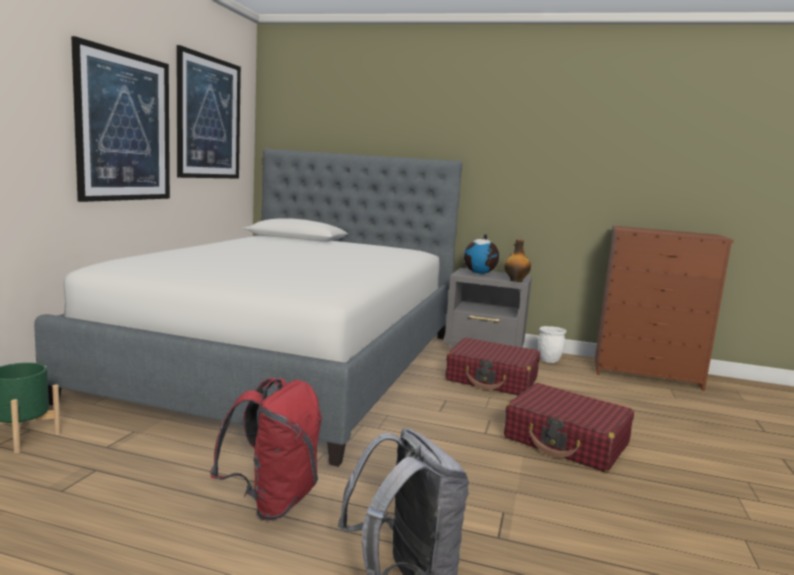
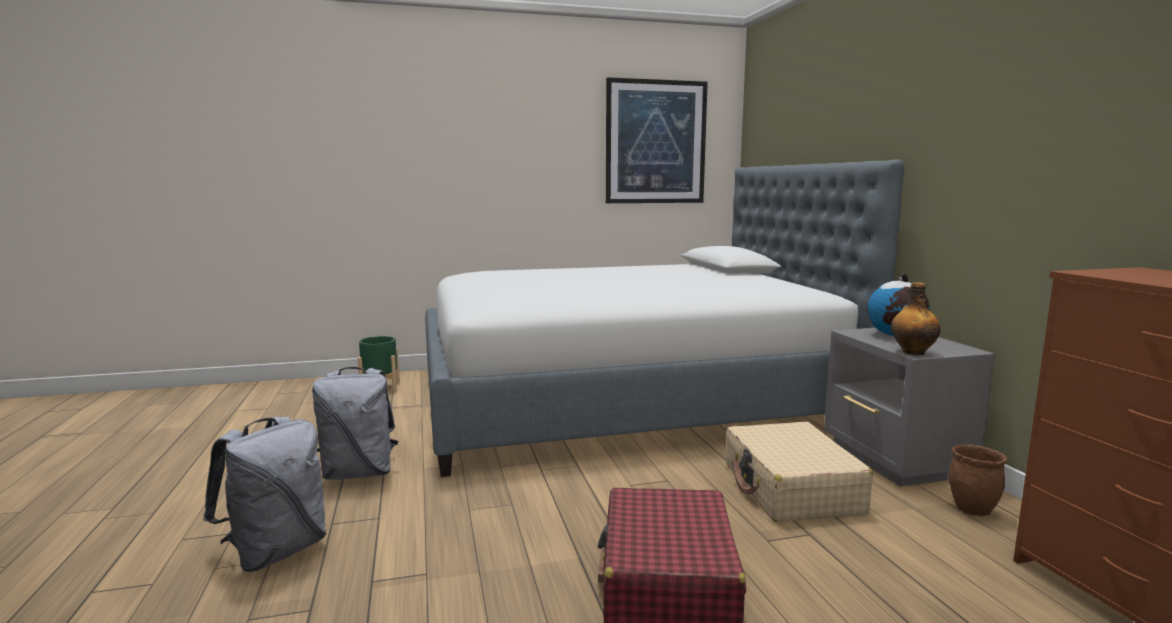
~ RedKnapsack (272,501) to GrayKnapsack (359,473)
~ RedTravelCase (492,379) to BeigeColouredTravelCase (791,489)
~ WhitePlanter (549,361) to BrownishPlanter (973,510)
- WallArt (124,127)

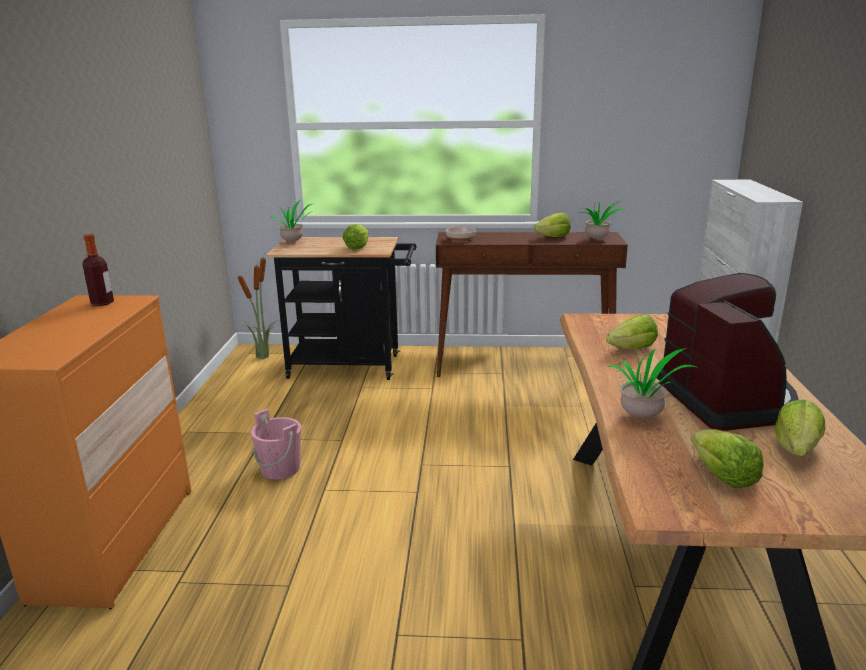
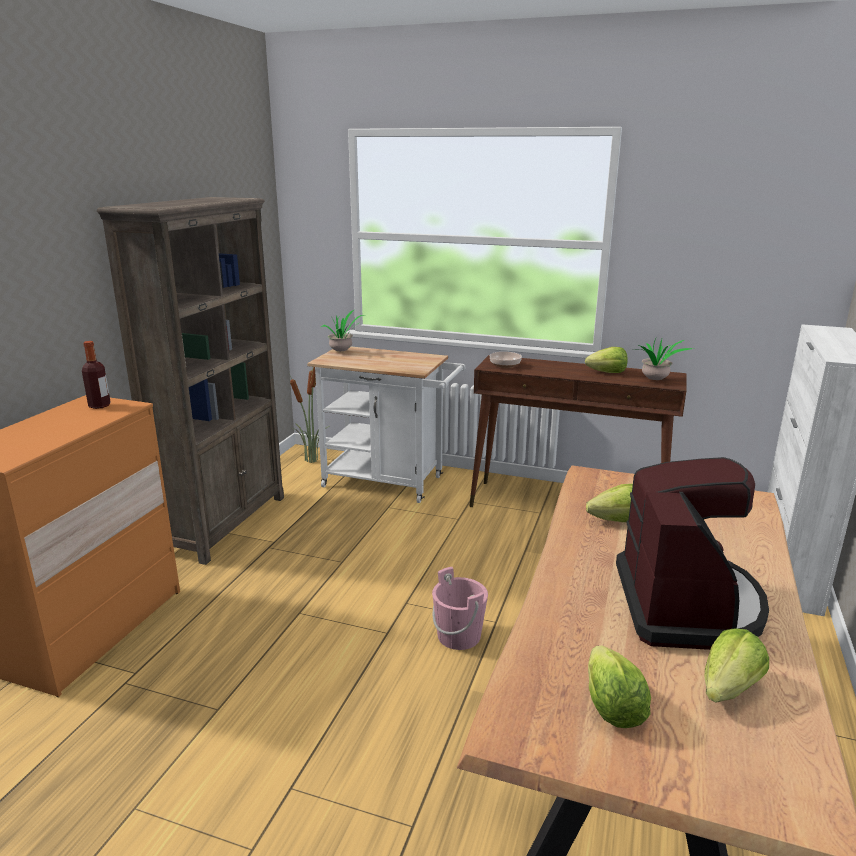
+ BrownishShelvingUnit (225,523)
~ BlackishTrolley (352,366) to WhiteTrolley (390,482)
~ PinkPail (280,469) to (459,636)
- Lettuce (357,247)
- PlantInAPot (644,417)

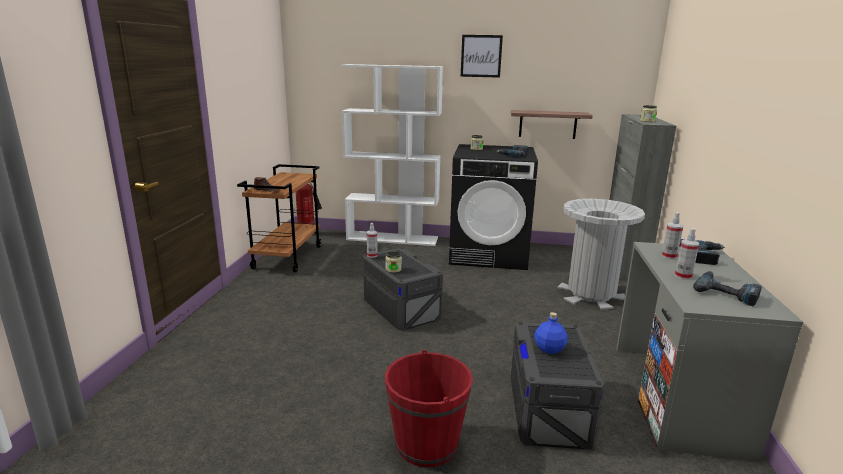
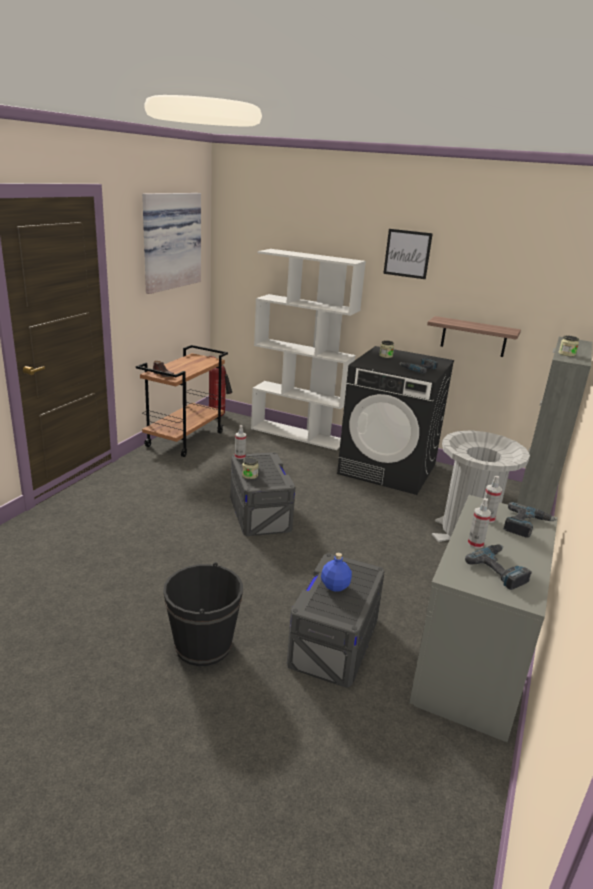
+ WallArt (169,241)
~ RedPail (426,444) to BlackishPail (203,646)

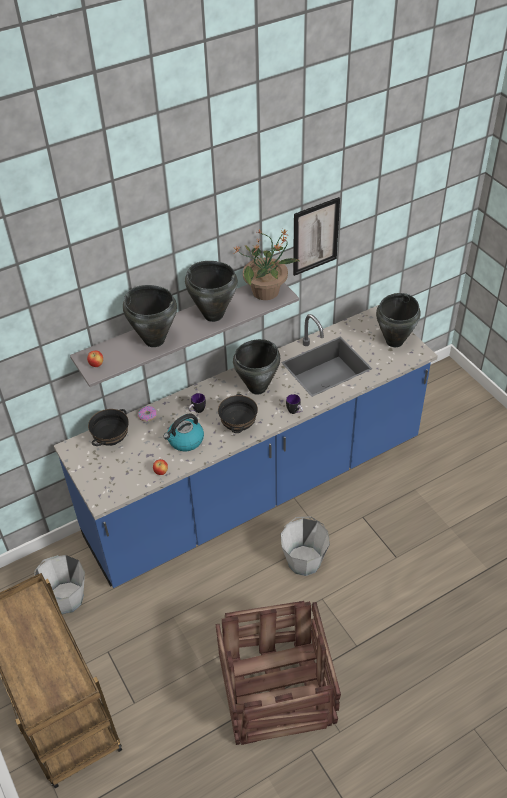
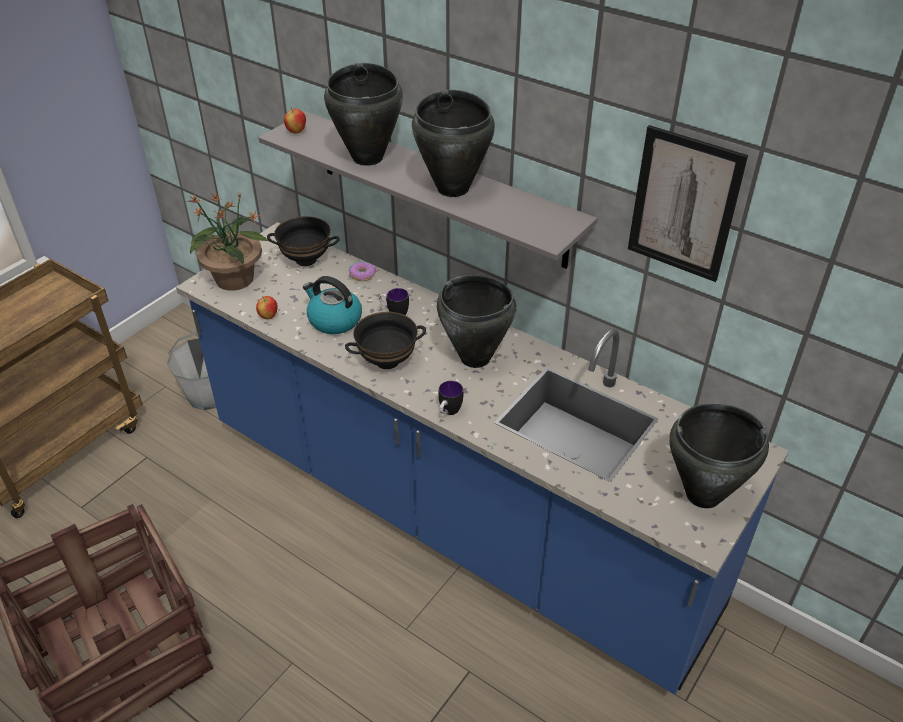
~ PlantInAPot (266,291) to (235,280)
- GrayPail (304,561)

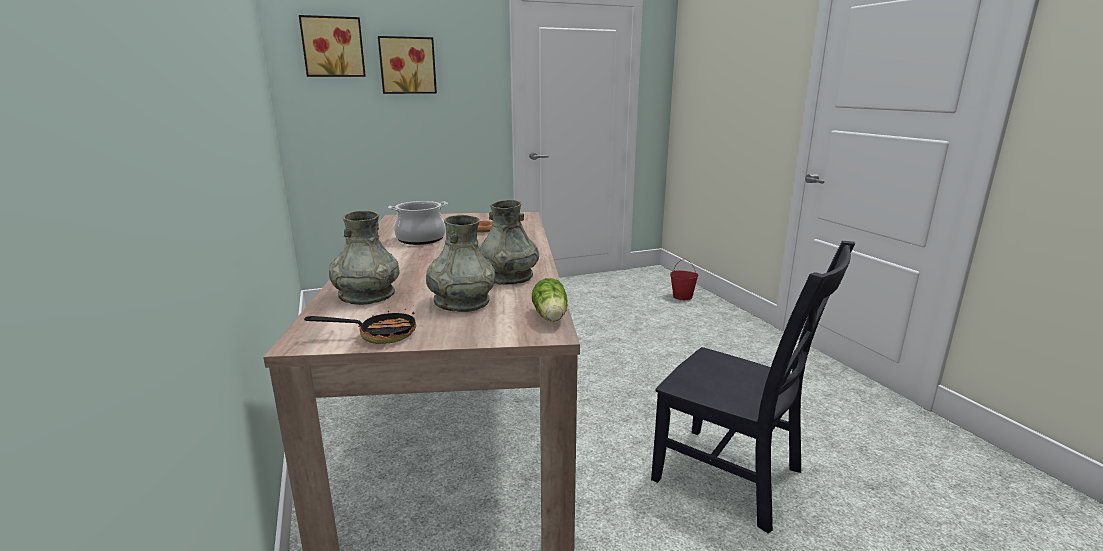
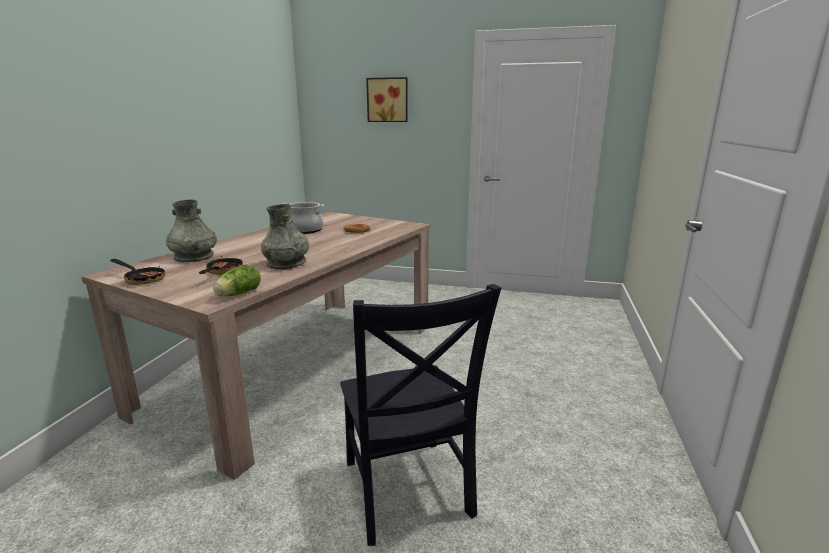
~ GrayDecorativeVase (461,301) to Skillet (222,272)
- WallArt (333,47)
- RedPail (682,296)

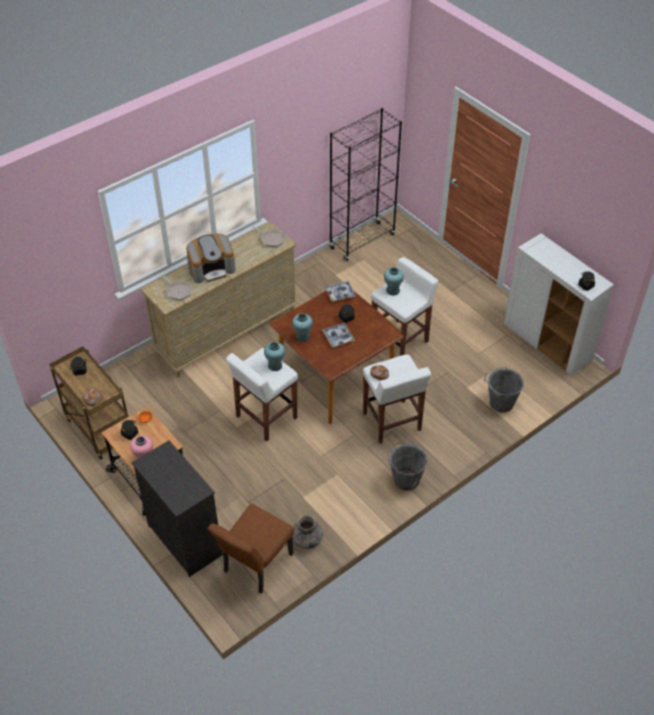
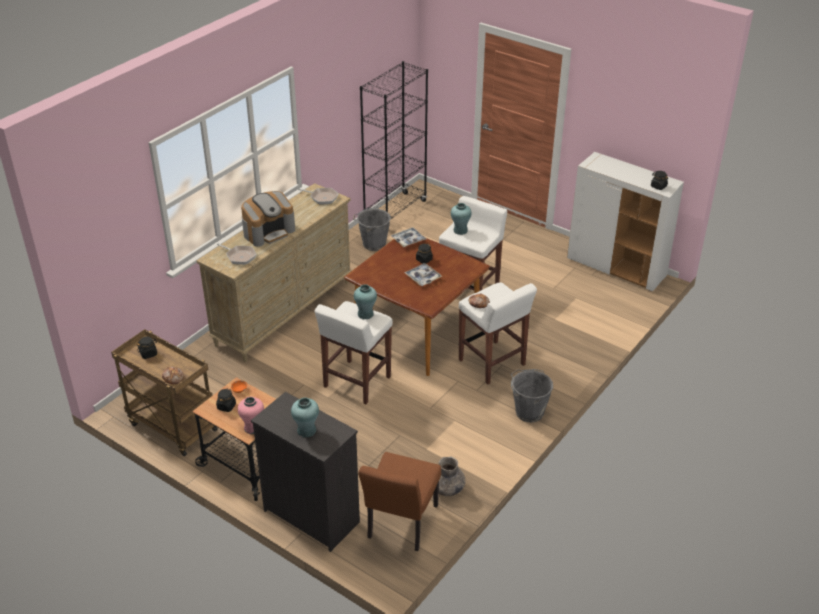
~ BlueGreenDecorativeVase (303,337) to (306,431)
~ GrayPail (500,403) to (373,244)

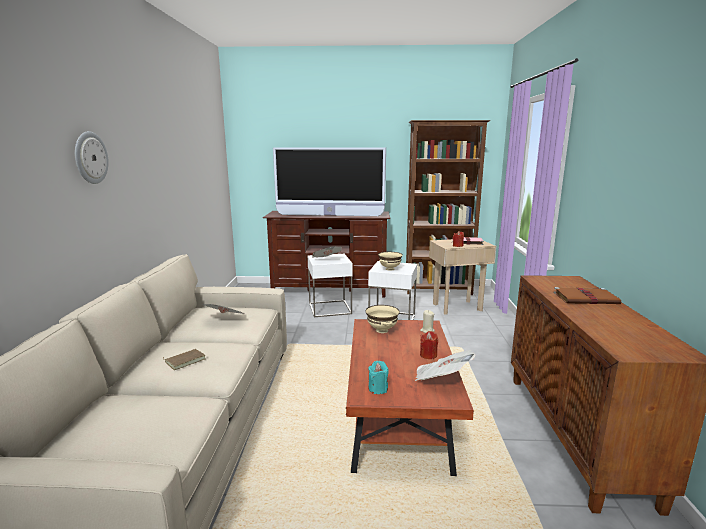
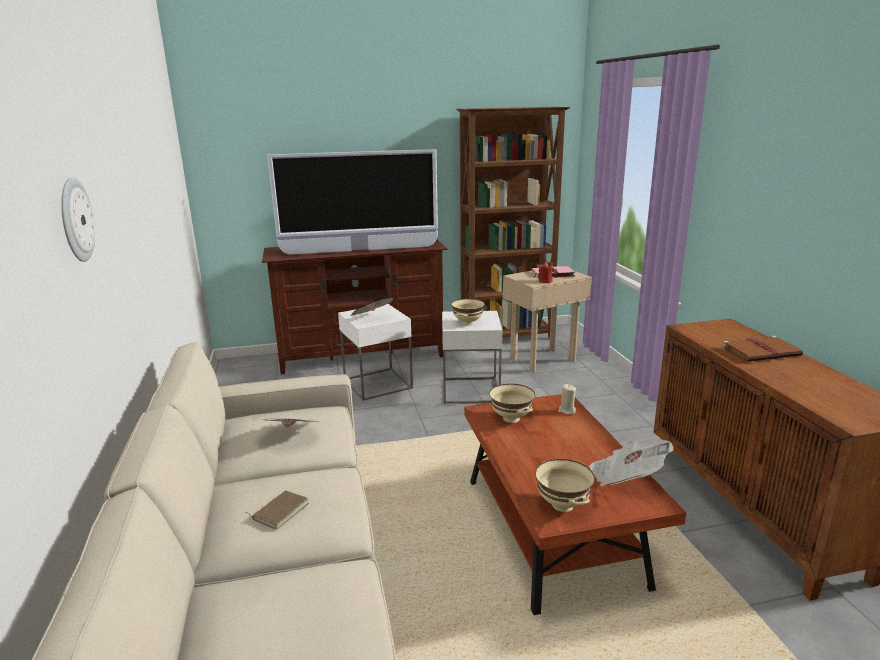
~ BlueGreenWaxLight (378,389) to BeigeColouredDeepDish (562,505)
- RedWaxLight (428,355)

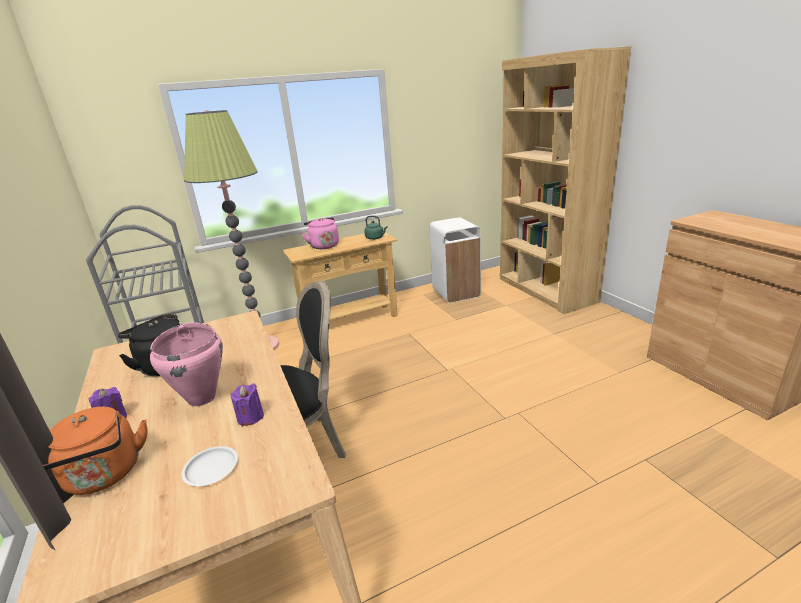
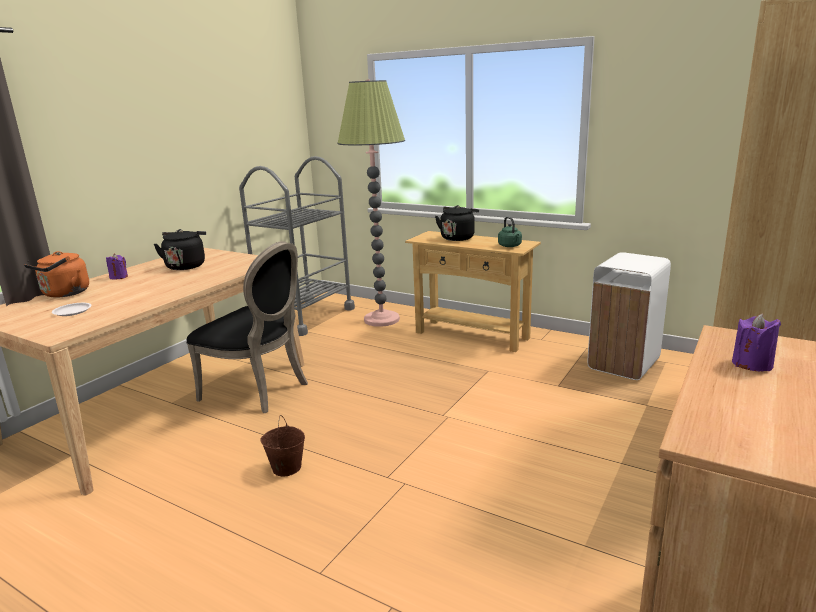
+ BrownishPail (286,468)
~ PinkWaterKettle (323,245) to BlackishWaterKettle (458,237)
~ PurpleColouredWaxLight (250,417) to (752,364)
- PinkStockpot (202,398)

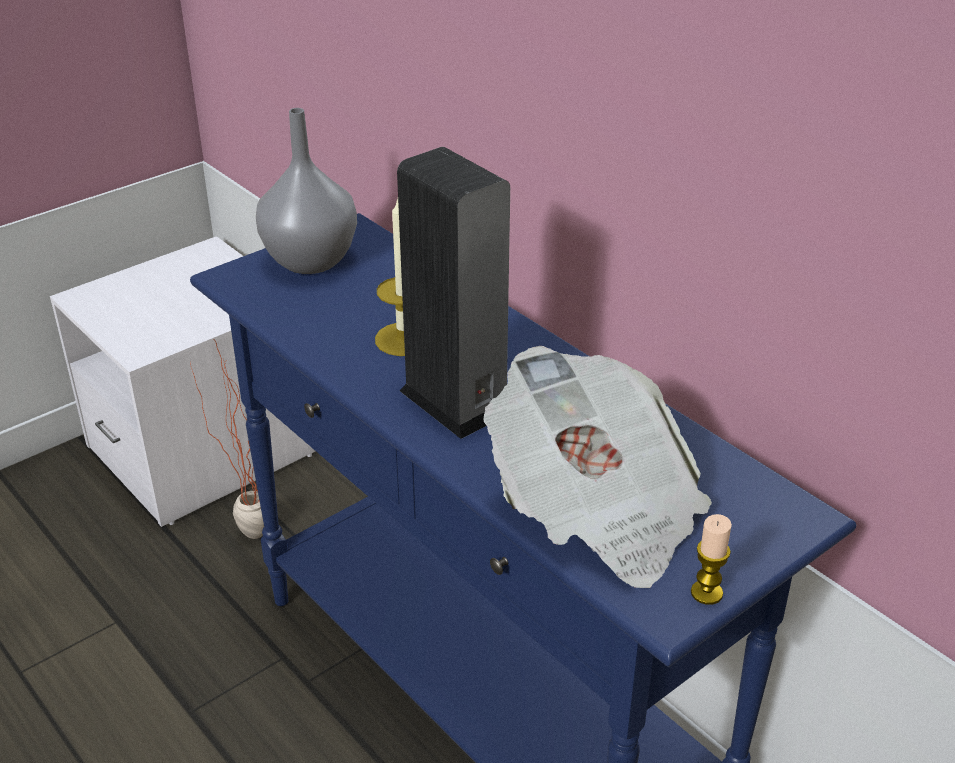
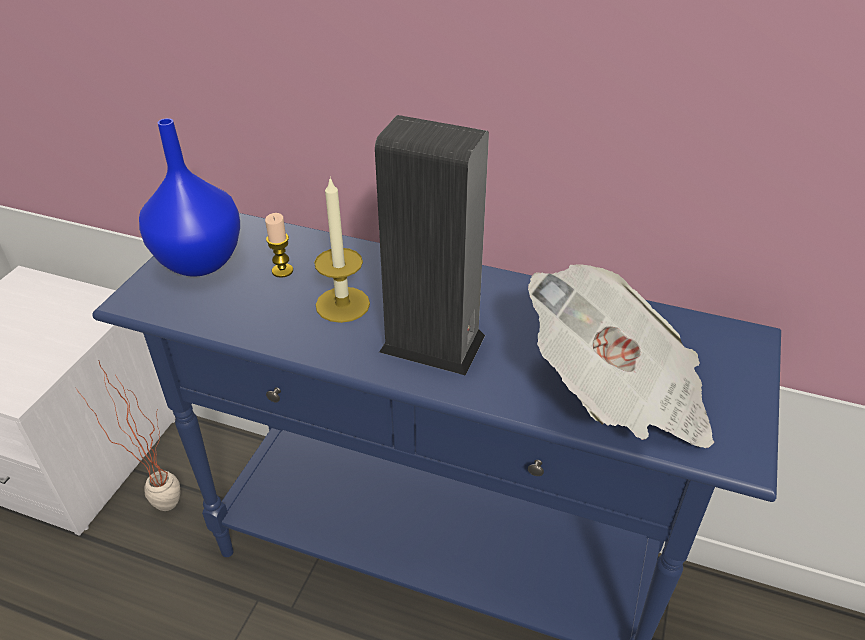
~ GrayDecorativeVase (312,261) to BluishDecorativeVase (201,261)
~ WaxLight (706,593) to (282,271)

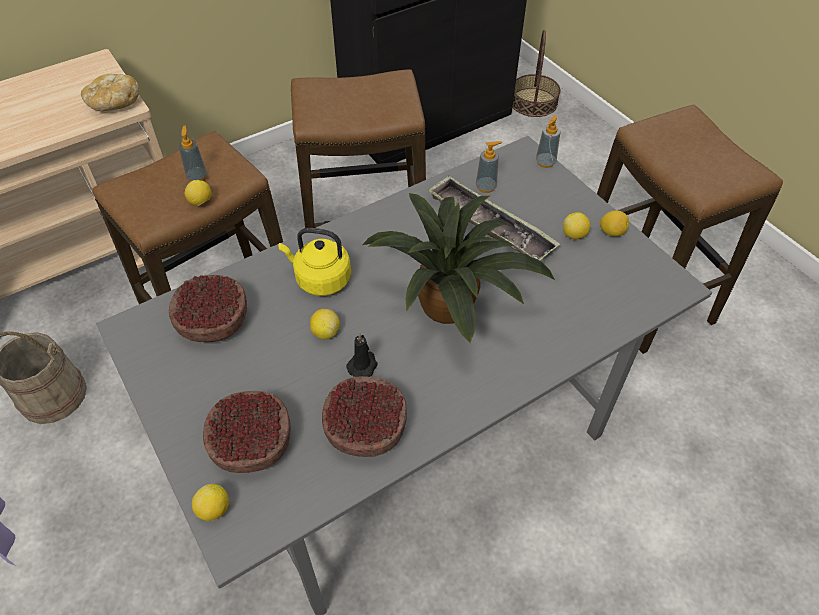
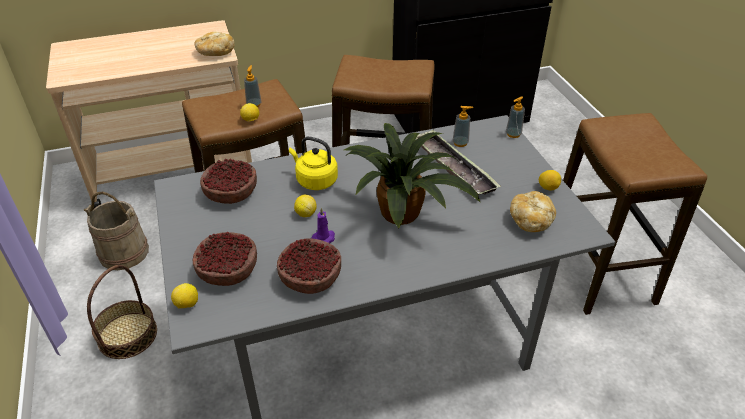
~ StorageBasket (533,102) to (127,335)
~ BlackishWaxLight (363,365) to PurpleColouredWaxLight (324,238)
+ BakeryBread (531,220)
- WholeLemon (574,235)

